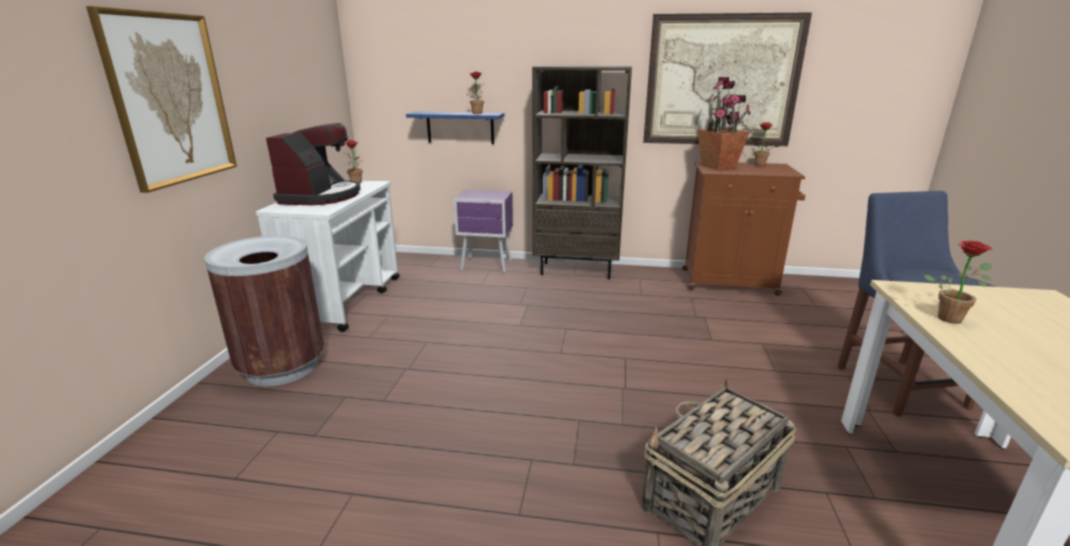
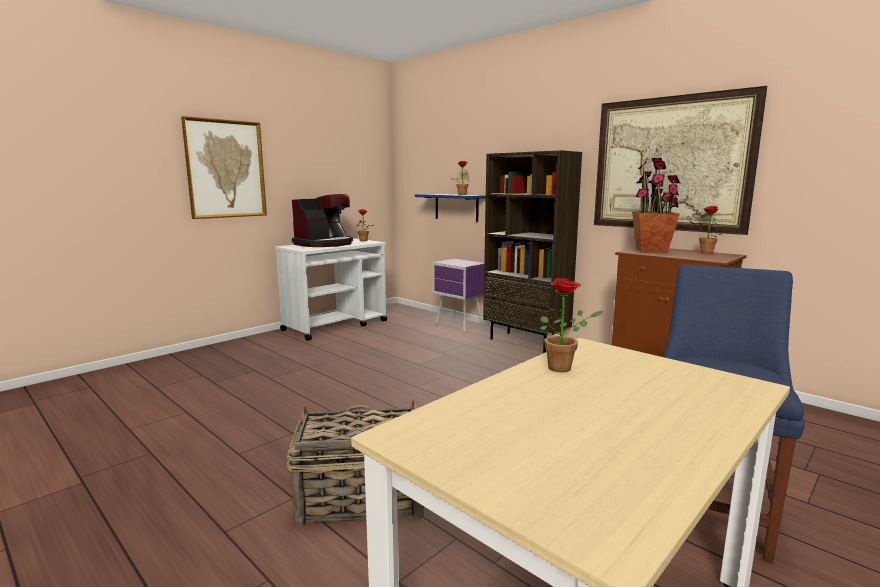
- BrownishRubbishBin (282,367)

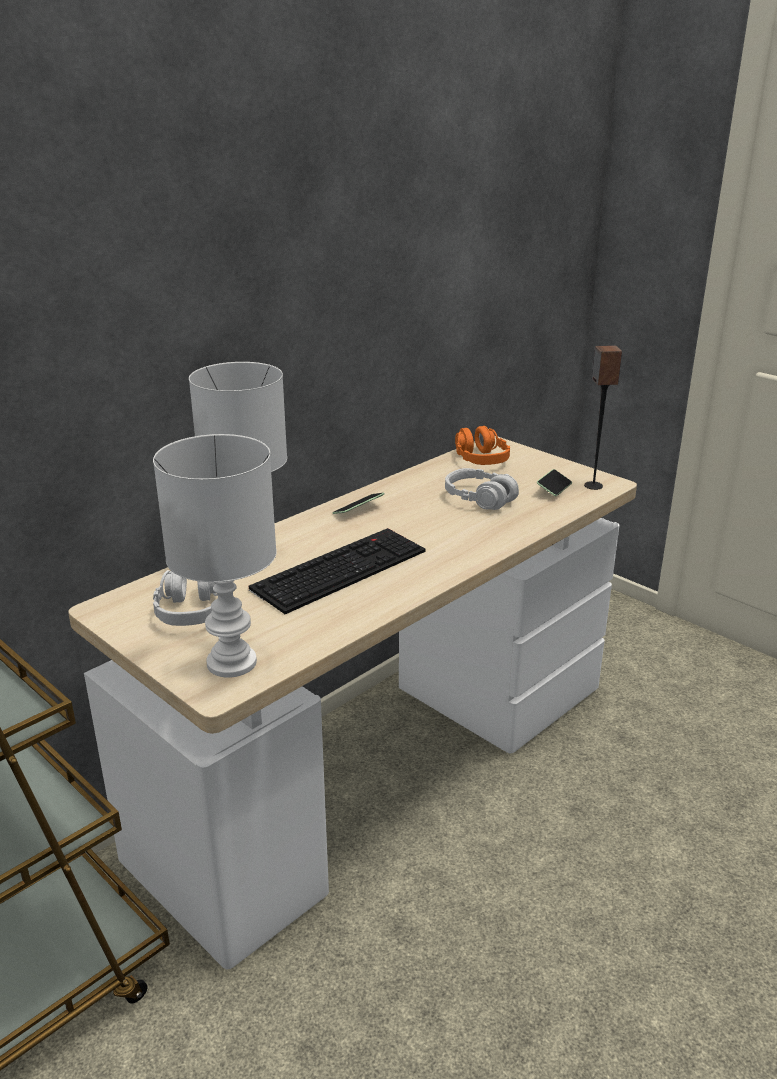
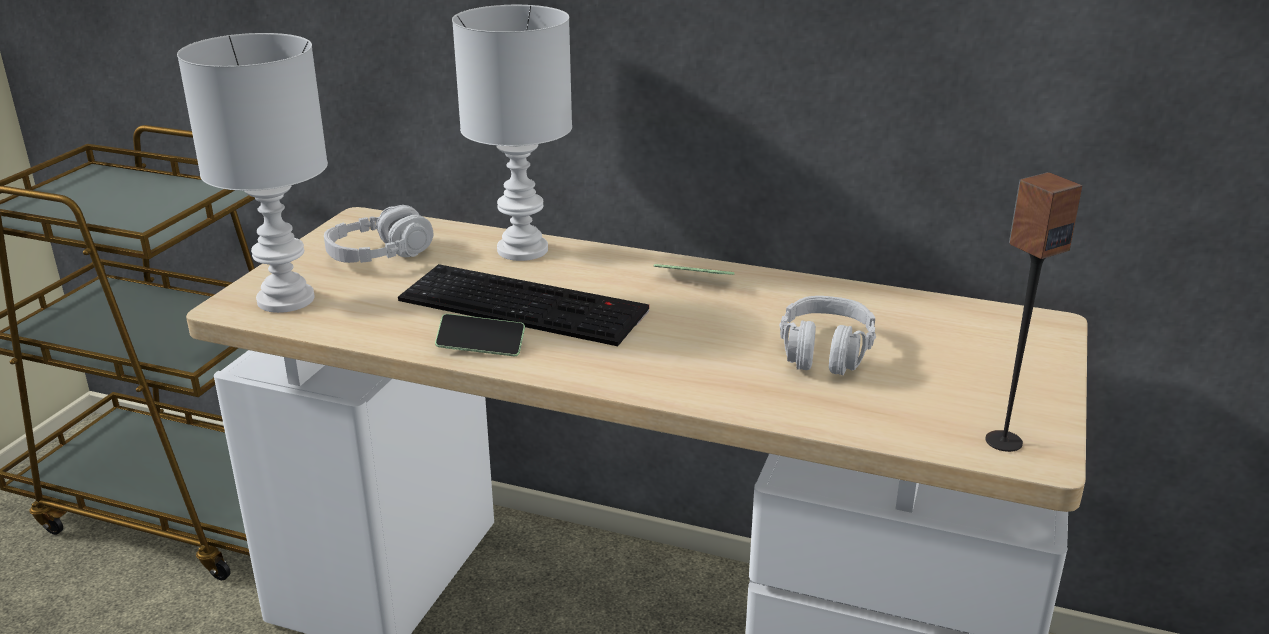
~ Handset (554,489) to (481,346)
- OrangeHeadphones (480,459)

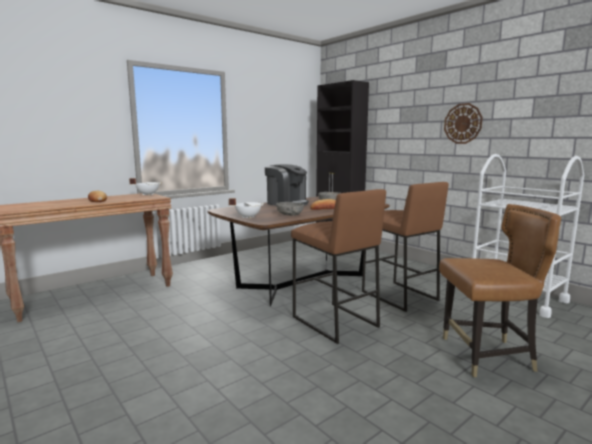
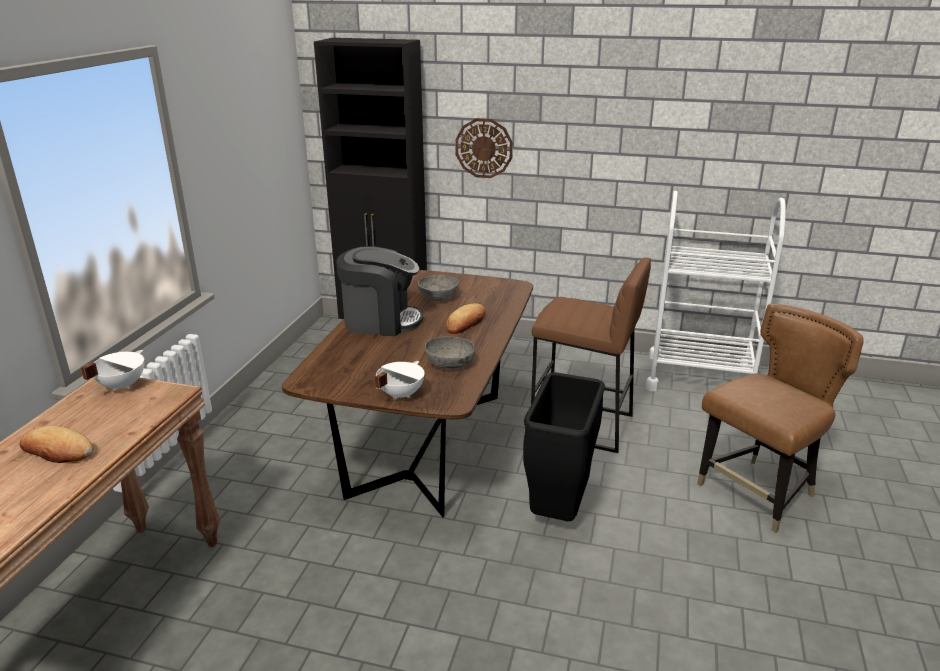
~ ClockOnTheWall (463,123) to (484,148)
~ BrownishSittingStool (334,322) to BlackishRubbishBin (560,511)

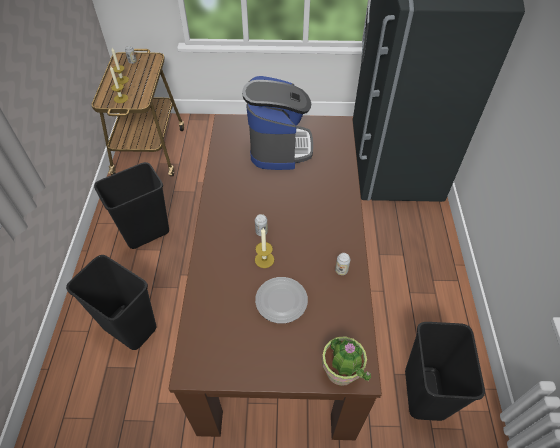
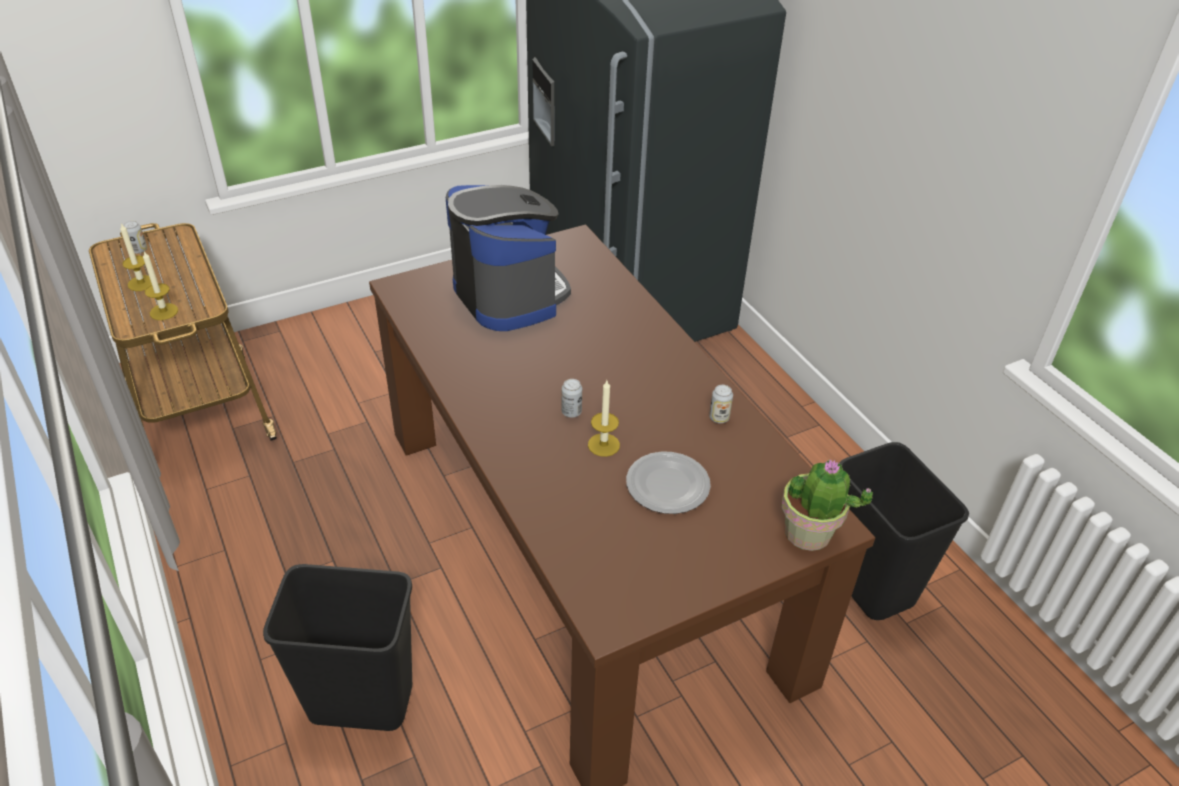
- BlackishRubbishBin (146,232)

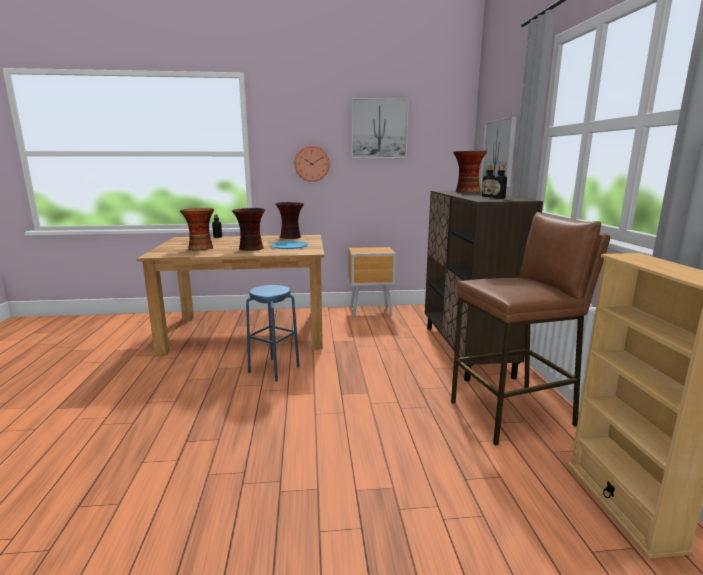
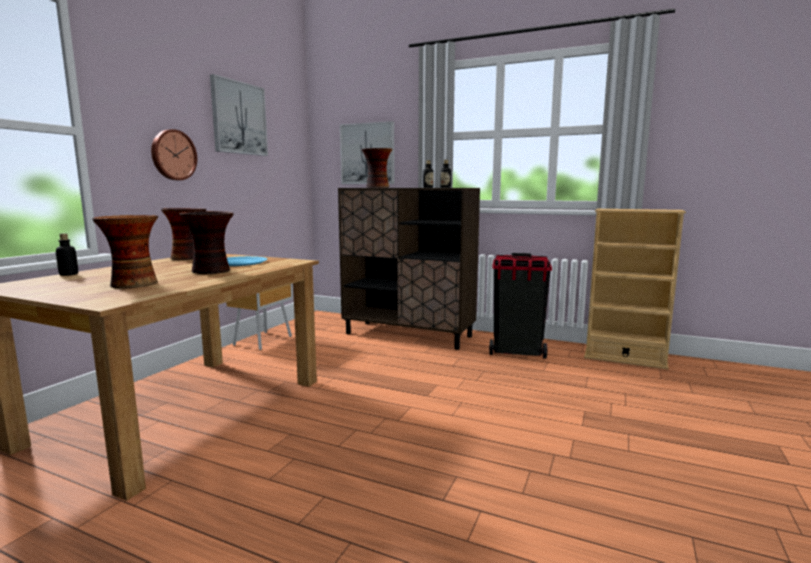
~ BrownishSittingStool (513,414) to BlackishRubbishBin (517,352)
- BluishSittingStool (274,369)

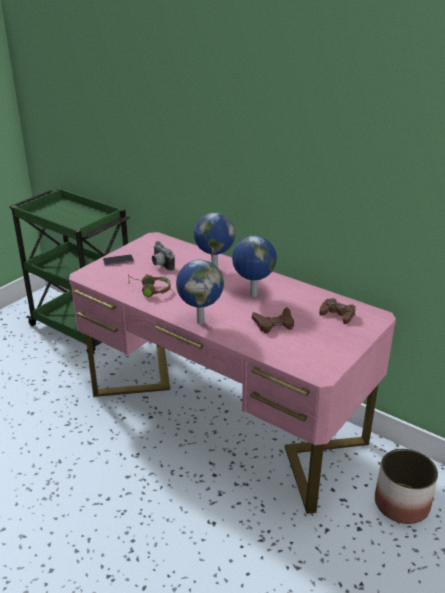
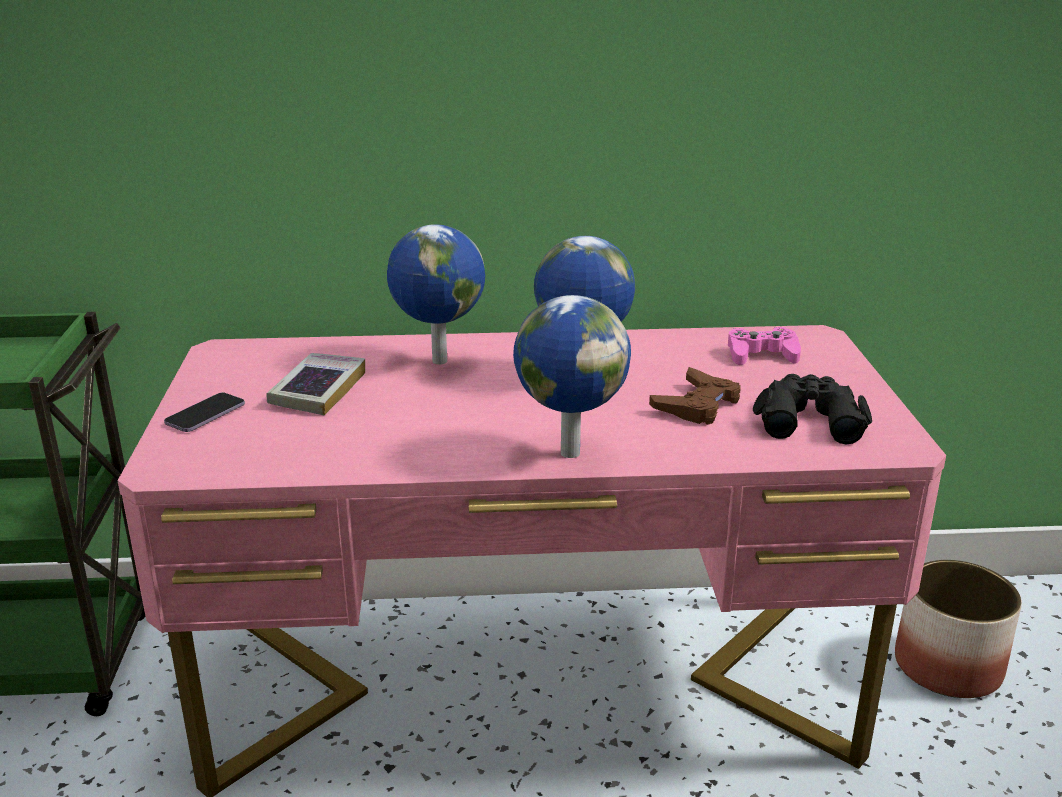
~ PhotoCamera (160,265) to BoundBook (318,390)
~ BrownishGameController (337,314) to PinkGameController (761,355)
+ BlackishFieldGlasses (809,419)
- BrownishHeadphones (149,290)

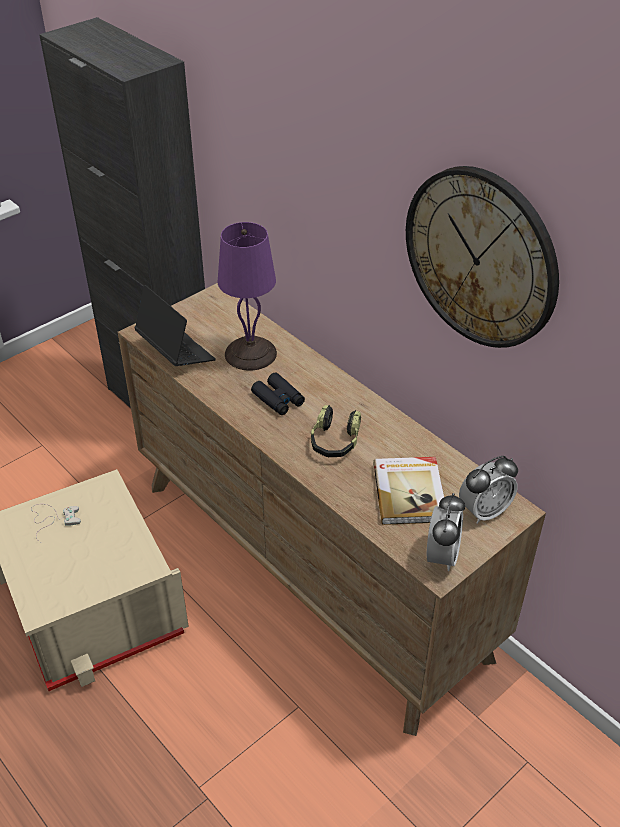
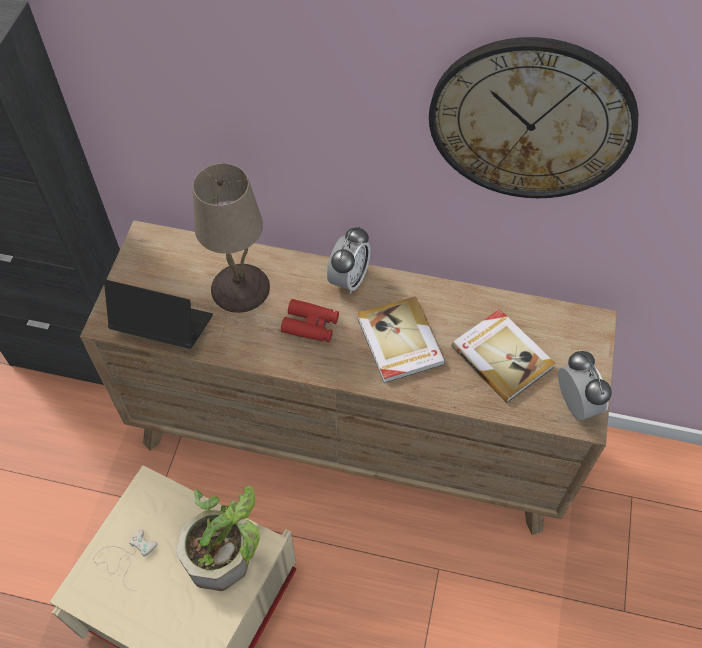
+ PlantInAPot (225,550)
~ PurpleColouredLampForATable (252,353) to BeigeColouredLampForATable (241,287)
~ BlackishFieldGlasses (278,399) to RedFieldGlasses (310,325)
~ TableClock (484,511) to (349,279)
~ Headphones (335,442) to BoundBook (399,342)

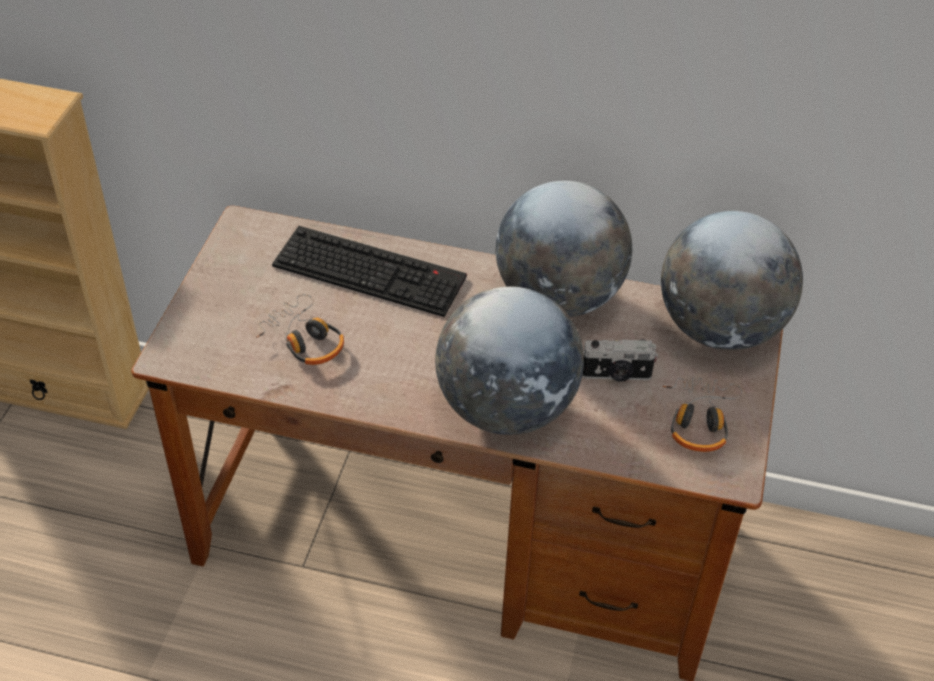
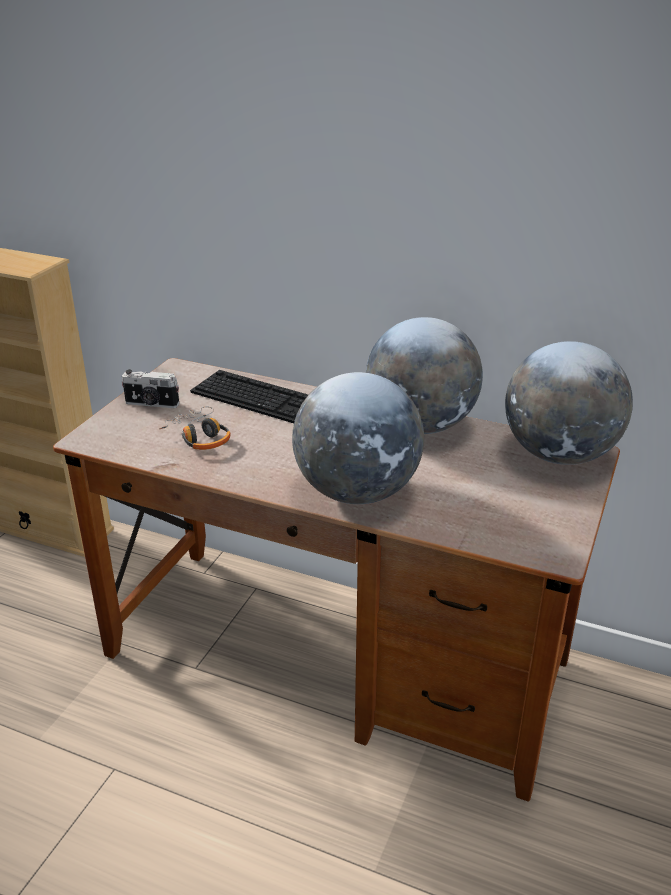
~ PhotoCamera (616,375) to (151,404)
- Headphones (699,420)

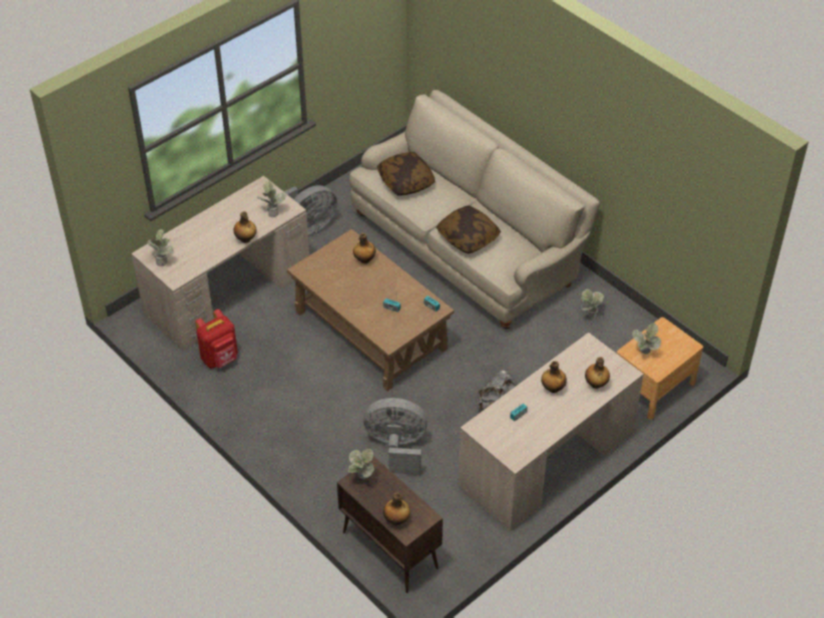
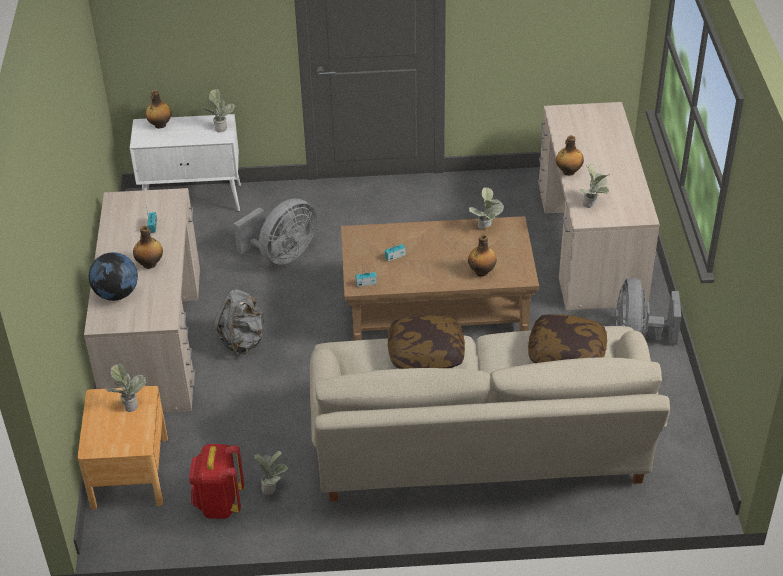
~ Bottle (595,384) to DeskGlobe (116,294)
~ BrownishCabinet (389,549) to WhiteCabinet (194,200)
~ RedKnapsack (220,359) to (219,504)
~ PlantInAPot (163,260) to (486,228)

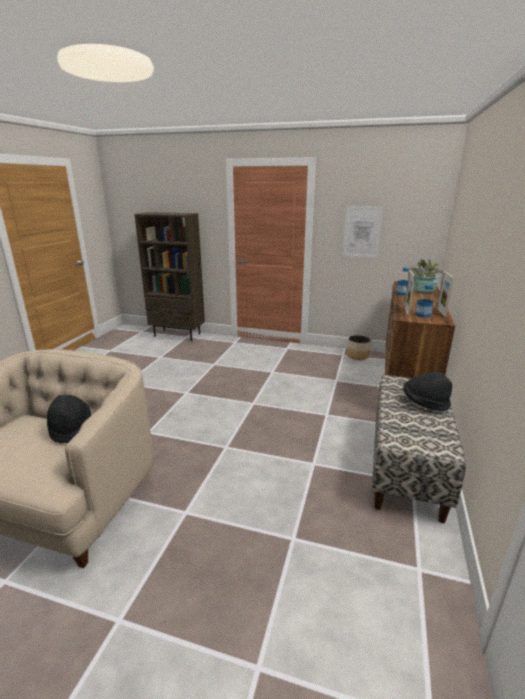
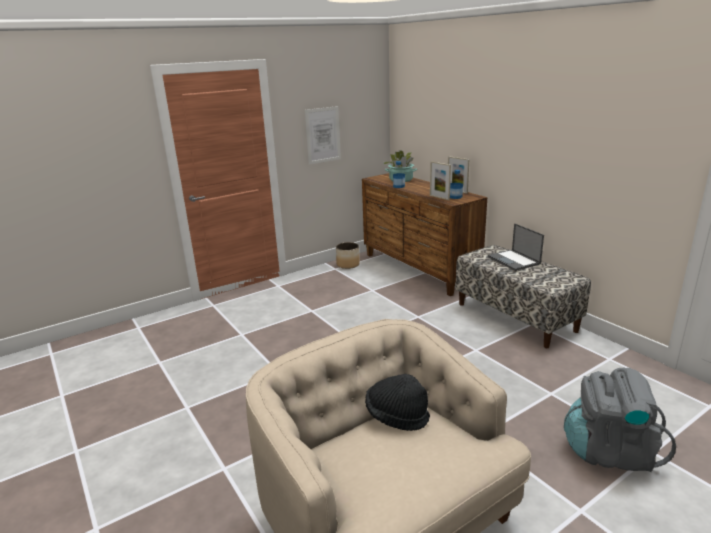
~ BlackishHat (424,403) to Laptop (514,260)
+ GrayKnapsack (609,451)
- BrownishShelvingUnit (178,335)

